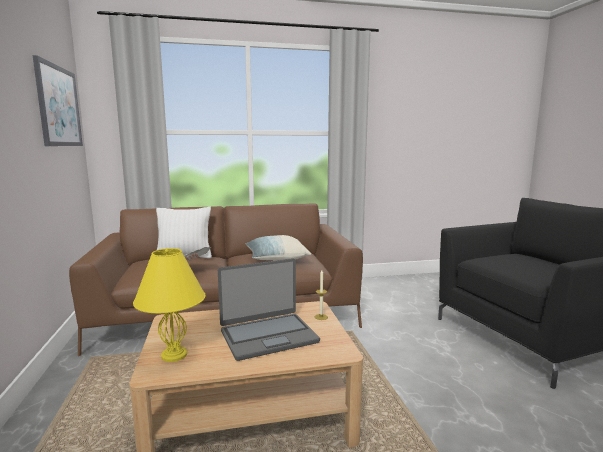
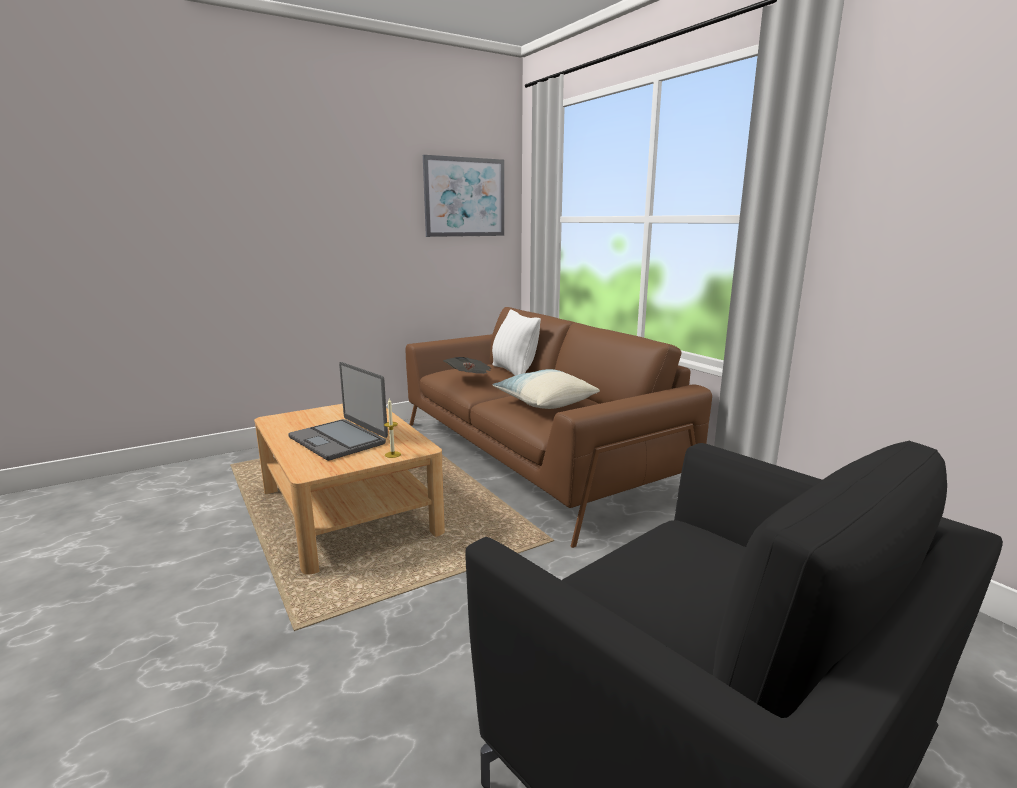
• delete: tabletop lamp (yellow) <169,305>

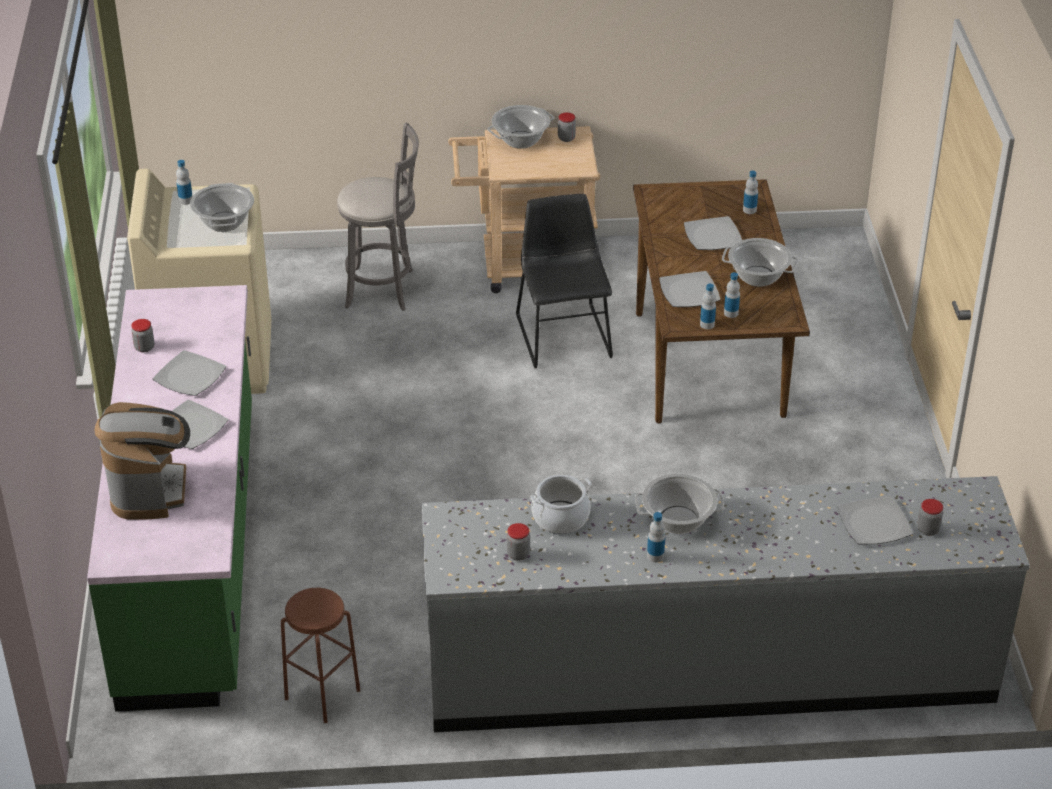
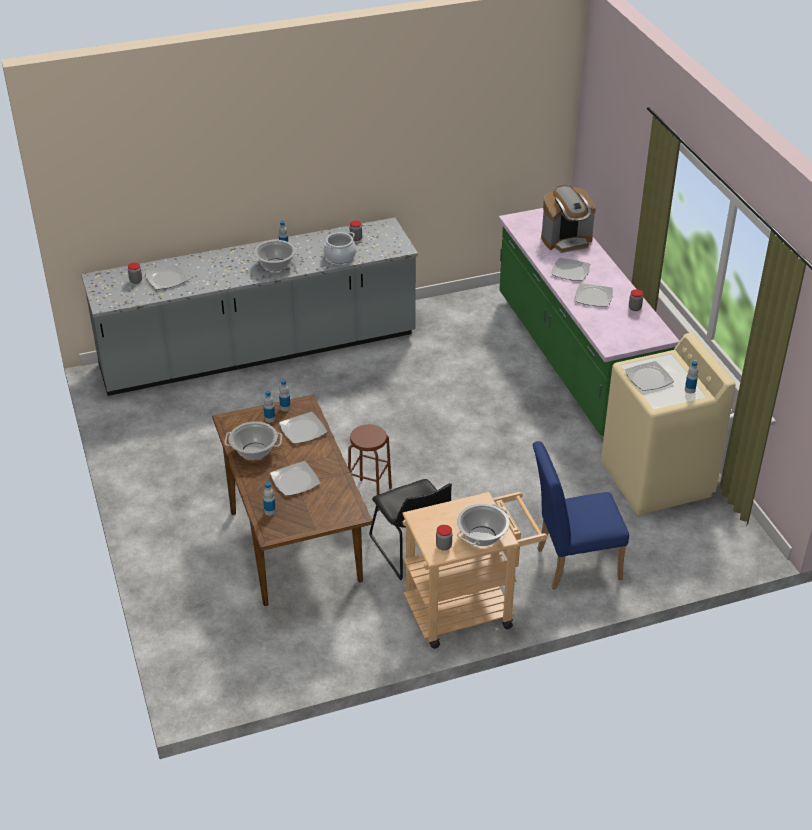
• rotate: coffee maker <142,461> = <568,219> 90 degrees counterclockwise
• replace: saucepot <222,207> to flat dish <649,376>
• move: stool seat (brown) <320,655> to <370,466>
• replace: stool seat (gray) <378,217> to plain chair (blue-coloured) <580,515>

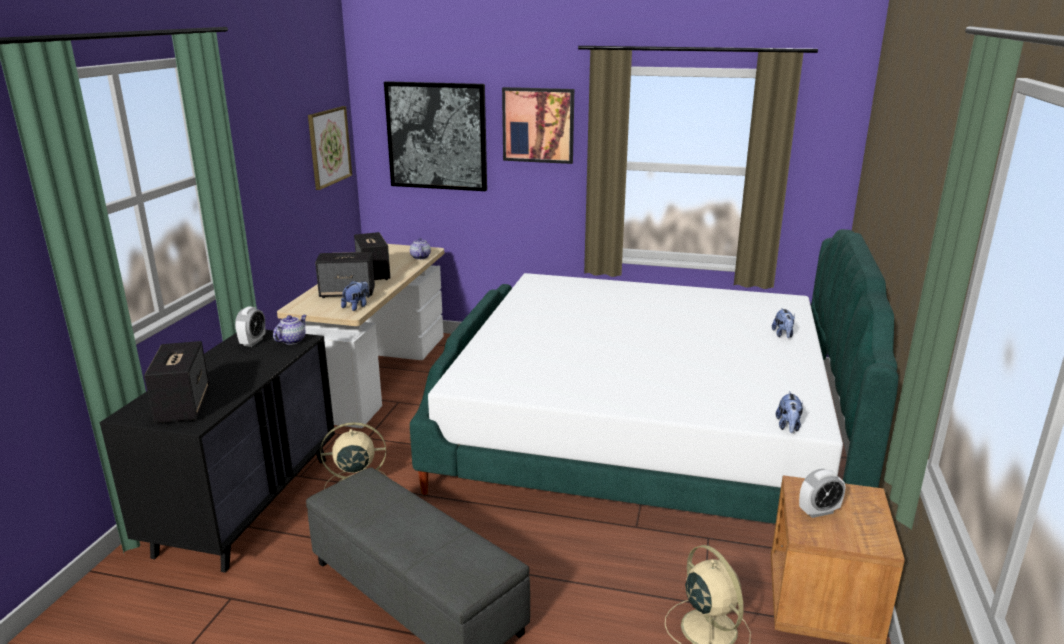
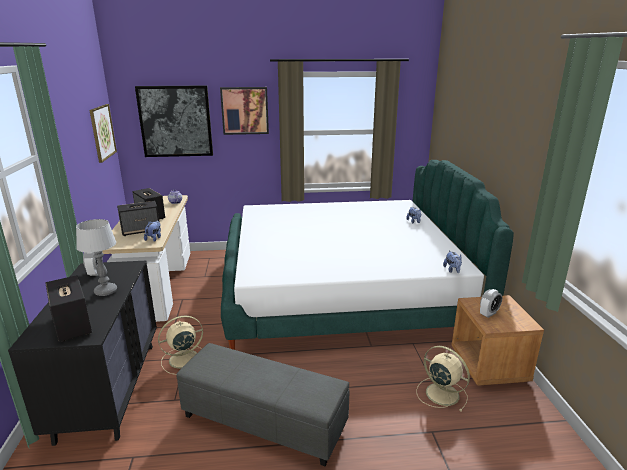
• delete: tea pot <290,330>
• insert: tabletop lamp <96,257>

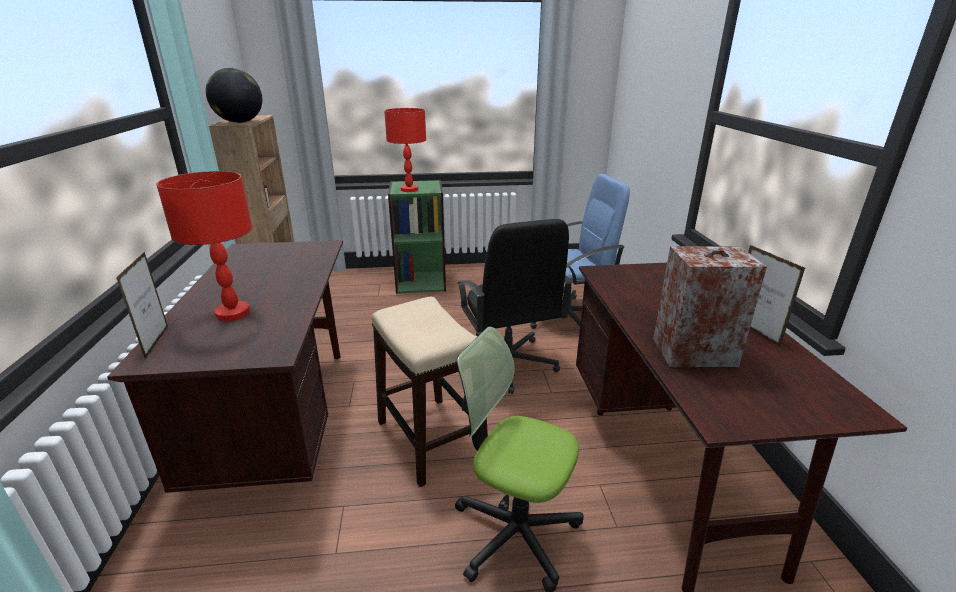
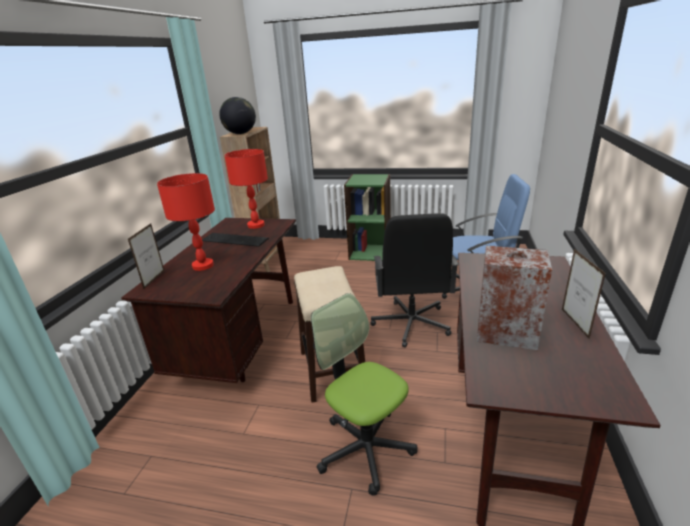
• move: tabletop lamp (reddish) <405,150> to <246,189>
• insert: computer keyboard <235,240>

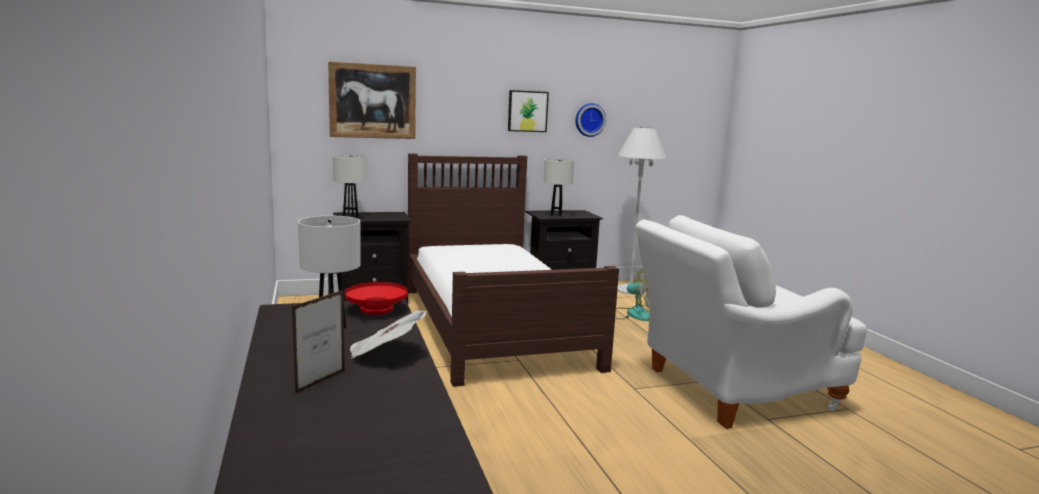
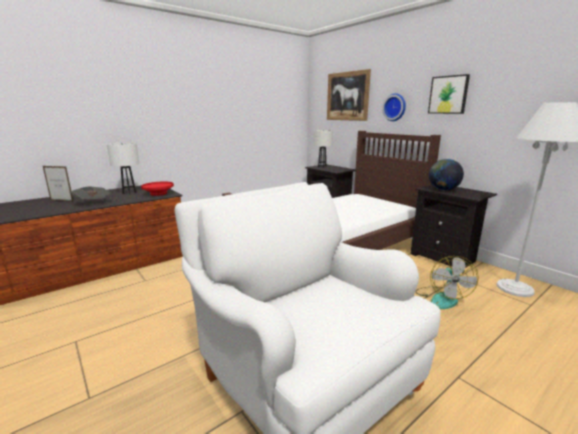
• replace: tabletop lamp (whitish) <559,187> to world globe <446,174>
• move: hanging clock <590,120> to <394,107>

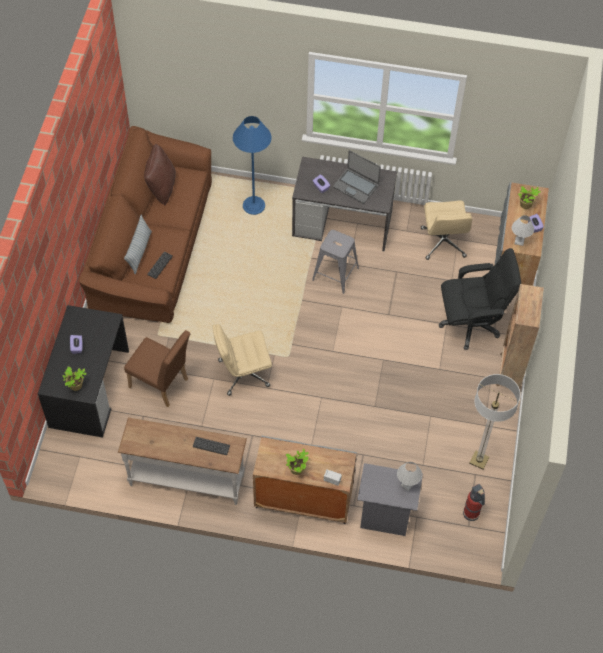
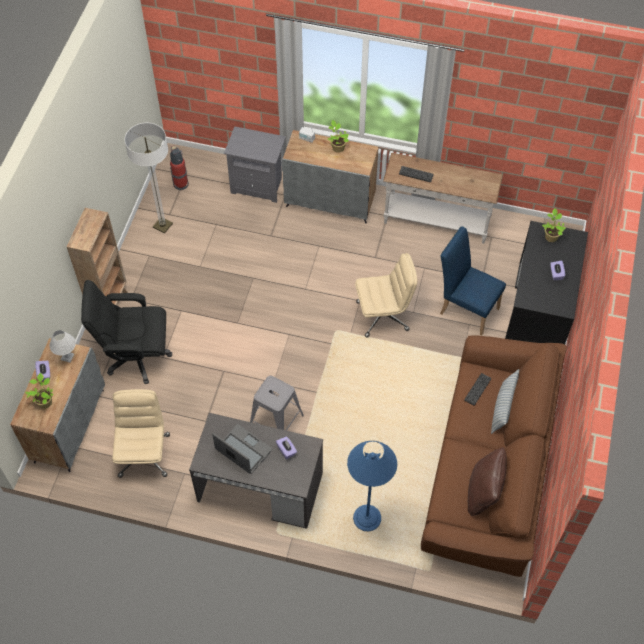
• recolor: plain chair (brown) <157,368> to plain chair (blue-coloured) <473,281>
• delete: tabletop lamp (whitish) <409,476>

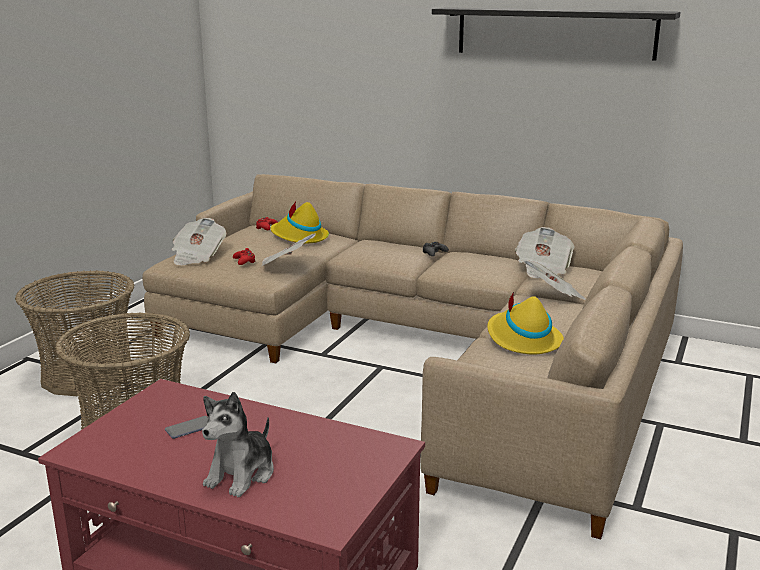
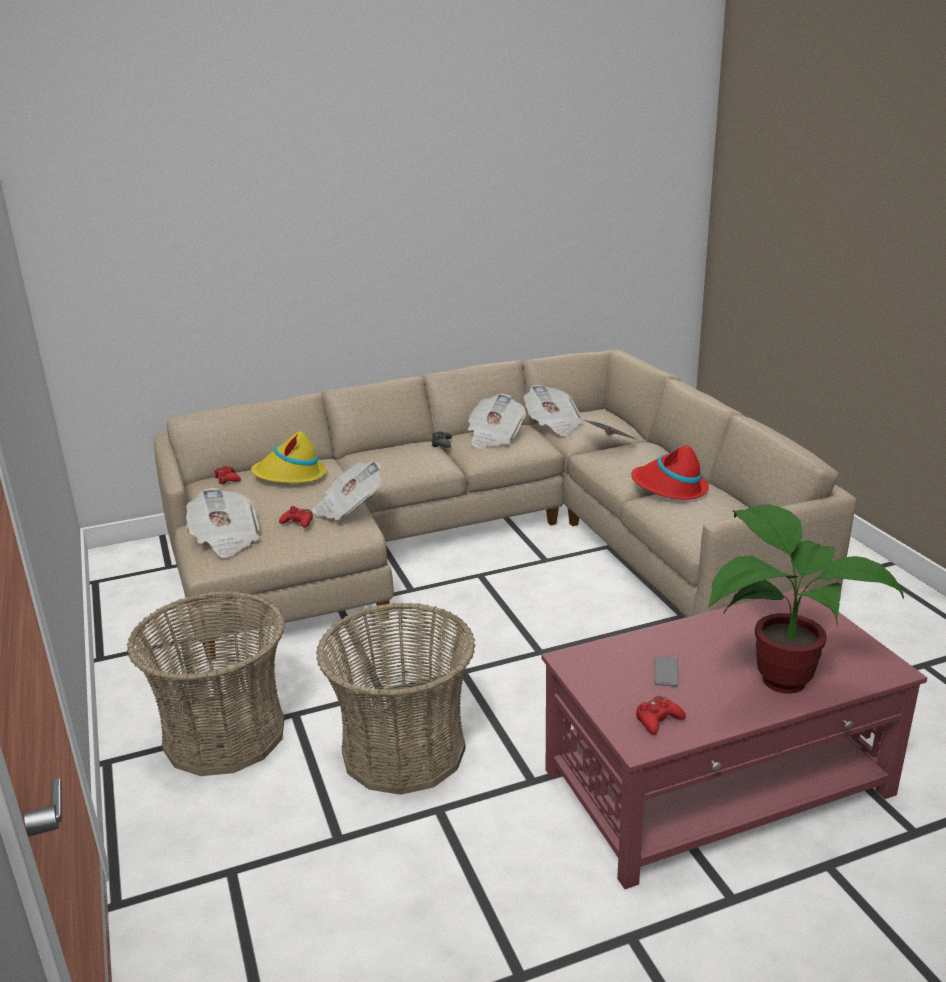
• replace: soft toy <238,444> to houseplant <806,599>
• delete: shelf (blackish) <556,34>
• recolor: wearable hat (yellow) <525,323> to wearable hat (reddish) <670,473>
• insert: printed paper <497,421>
• insert: game controller (reddish) <661,715>

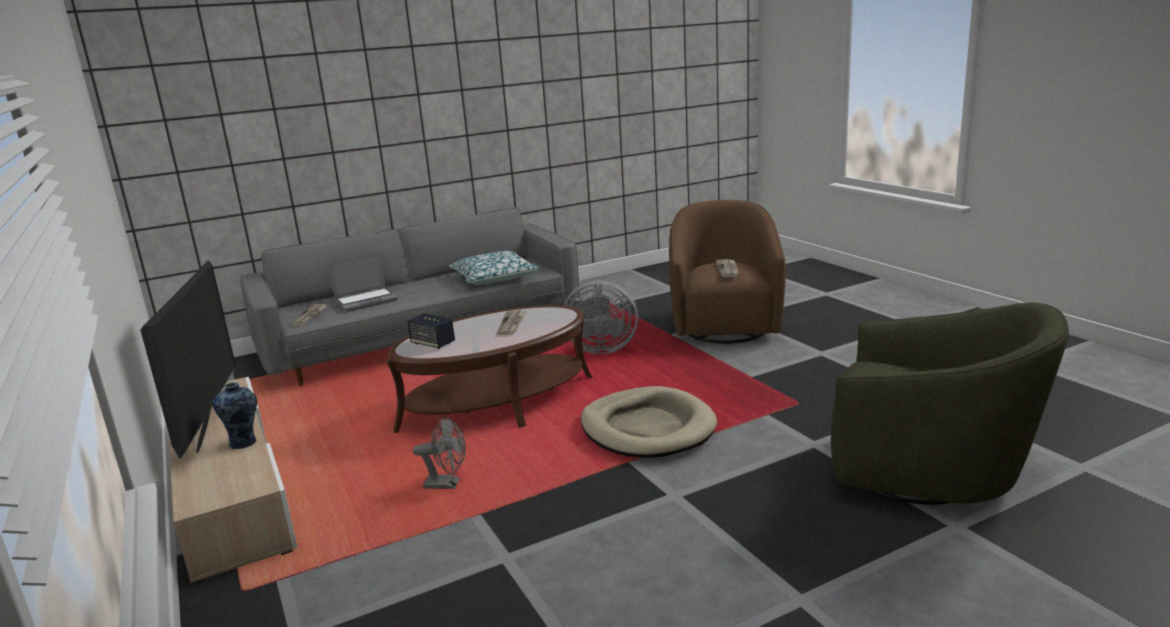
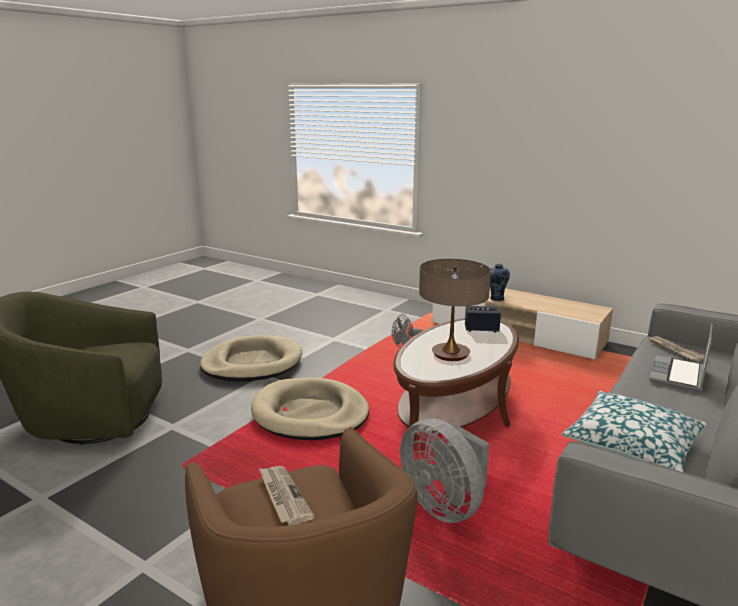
• delete: television <188,359>
• replace: printed paper <512,322> to tabletop lamp <455,310>
• rotate: fan (gray) <601,317> = <444,471> 105 degrees counterclockwise
• insert: pet bed (beige-coloured) <251,358>

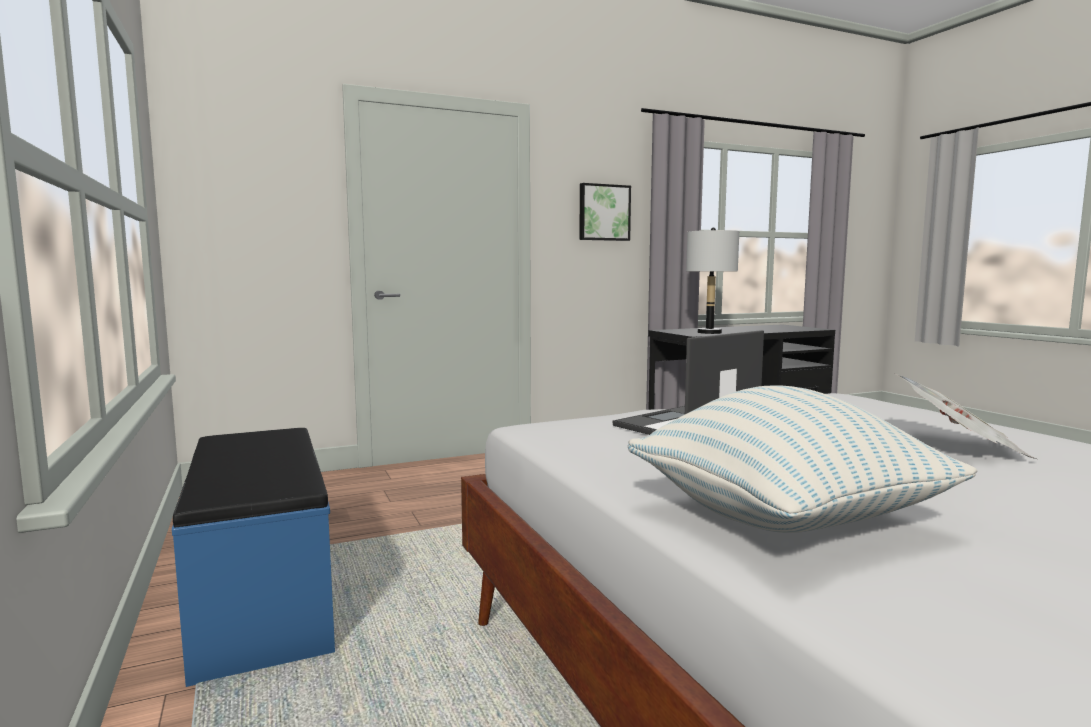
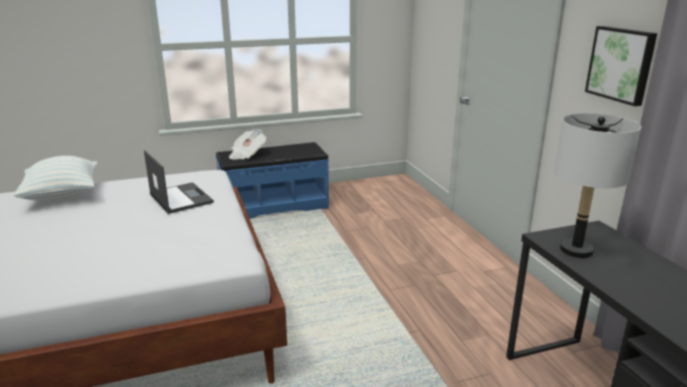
• move: printed paper <966,416> to <247,144>

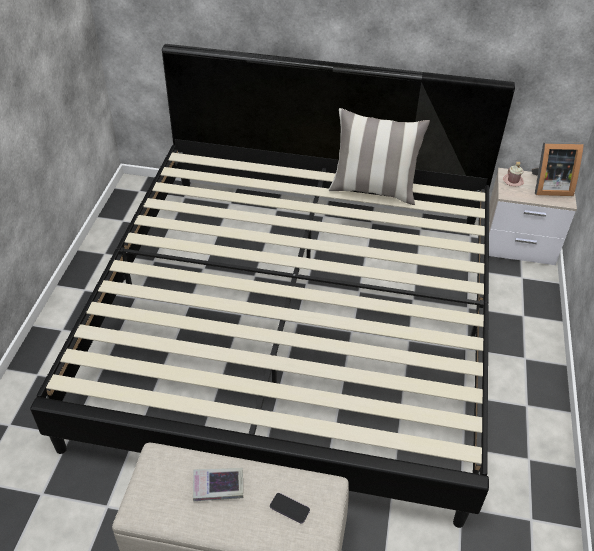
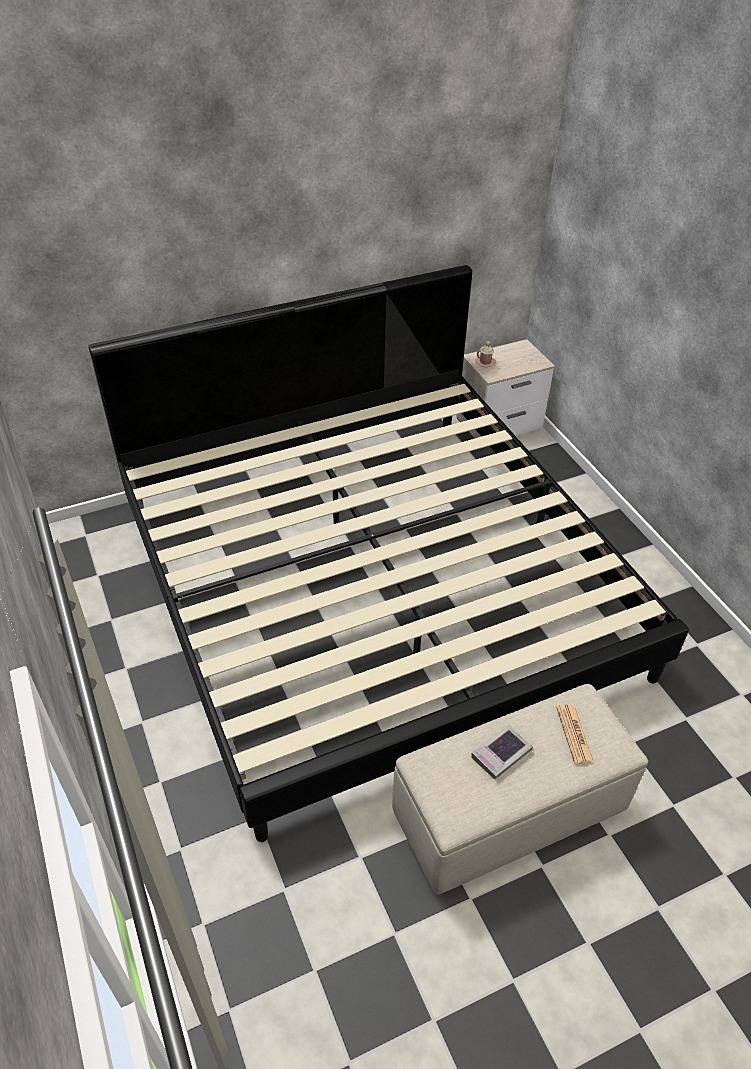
• replace: handset <290,508> to printed paper <575,734>
• delete: throw pillow <379,156>
• delete: picture frame <558,169>

